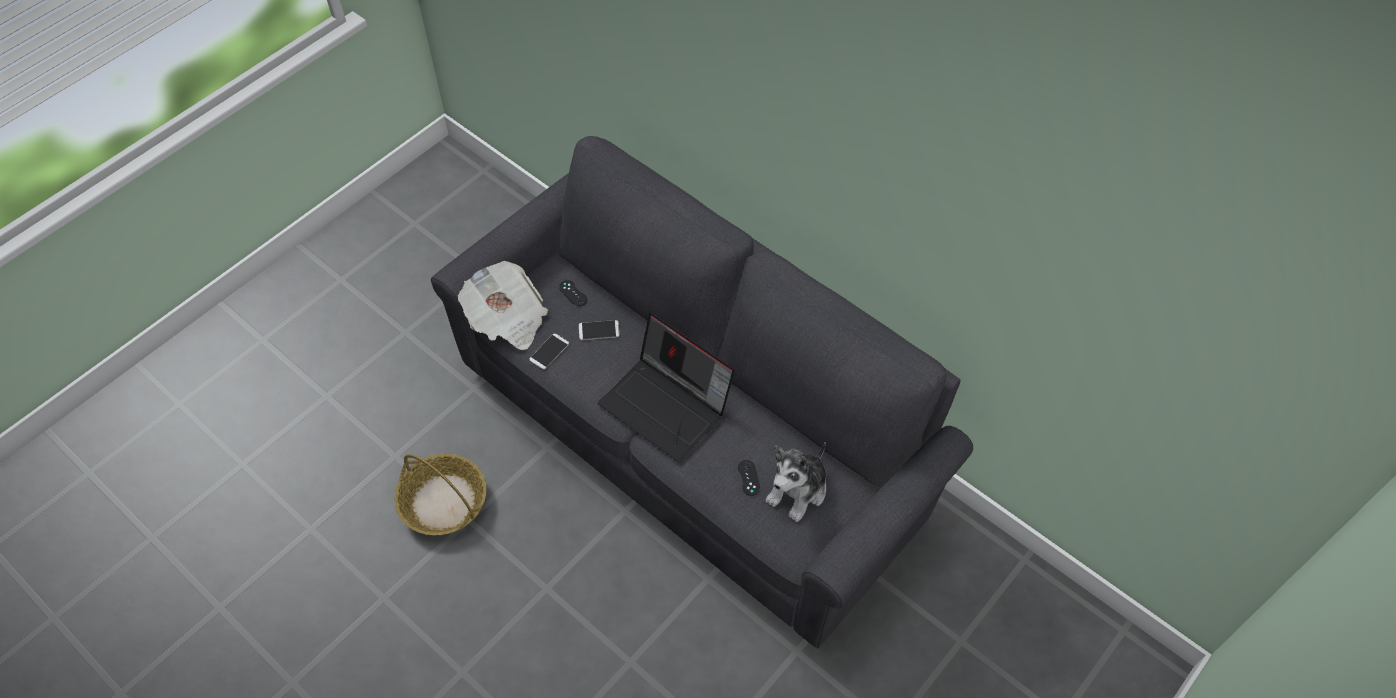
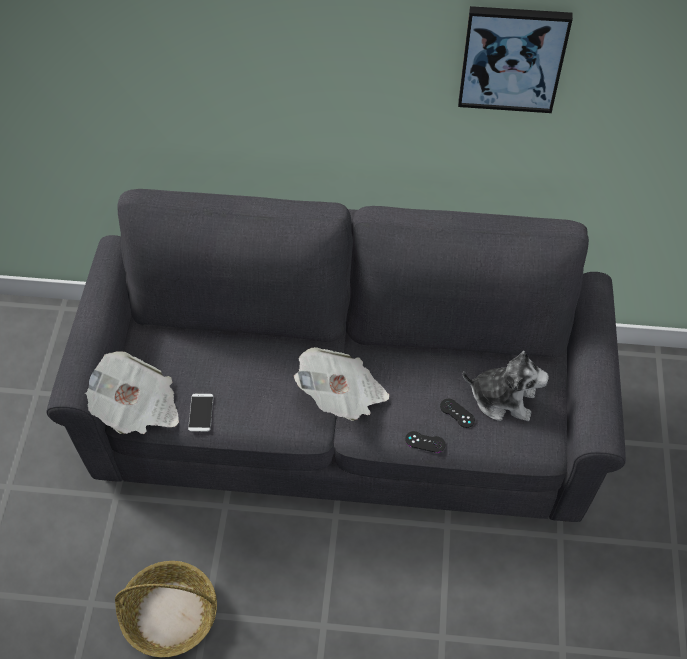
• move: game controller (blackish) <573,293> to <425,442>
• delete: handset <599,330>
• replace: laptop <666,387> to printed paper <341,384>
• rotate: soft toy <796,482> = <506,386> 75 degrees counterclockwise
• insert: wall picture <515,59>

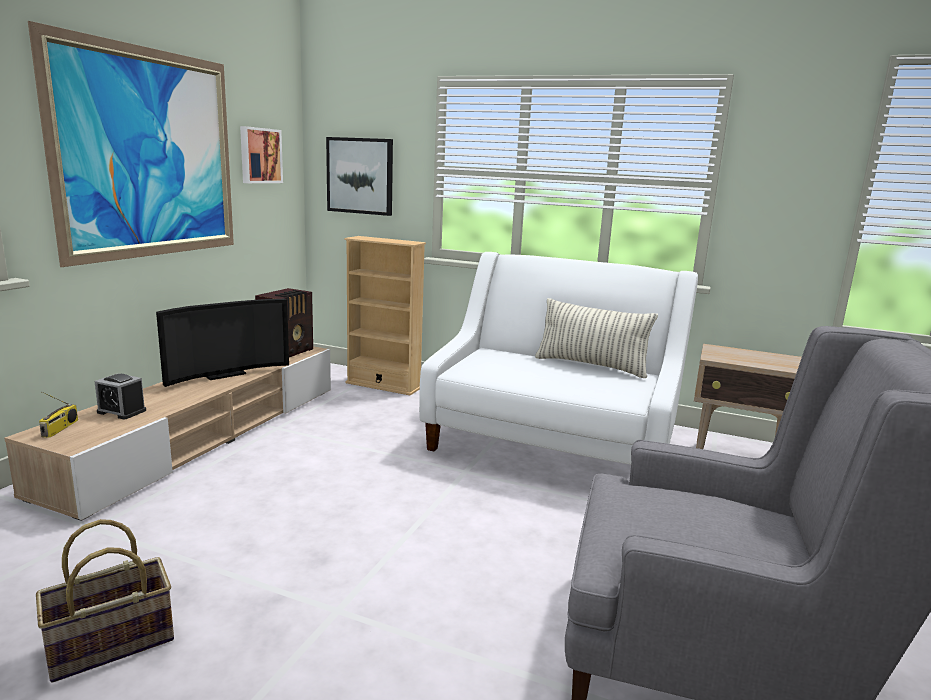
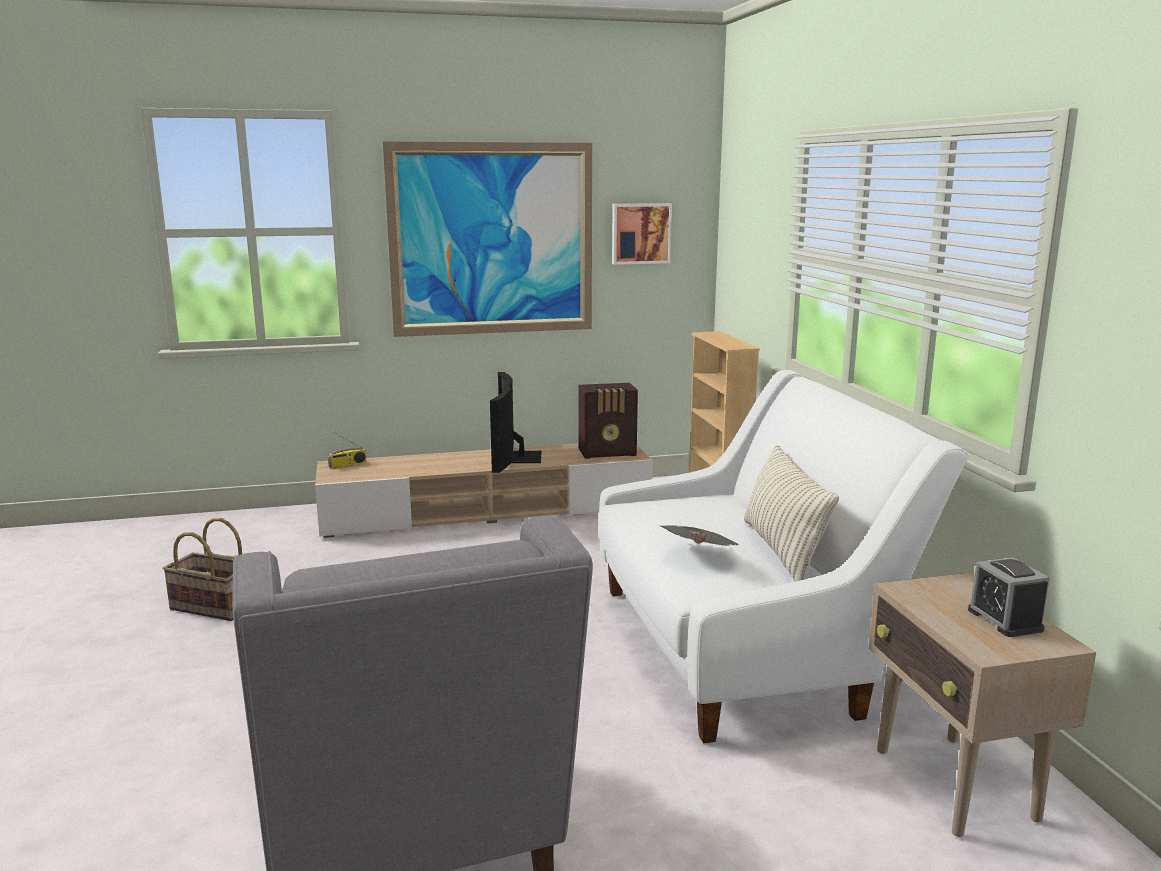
• move: alarm clock <120,396> to <1009,597>
• rotate: television <222,343> = <515,422> 75 degrees clockwise
• delete: wall picture <359,176>
• insert: printed paper <697,535>

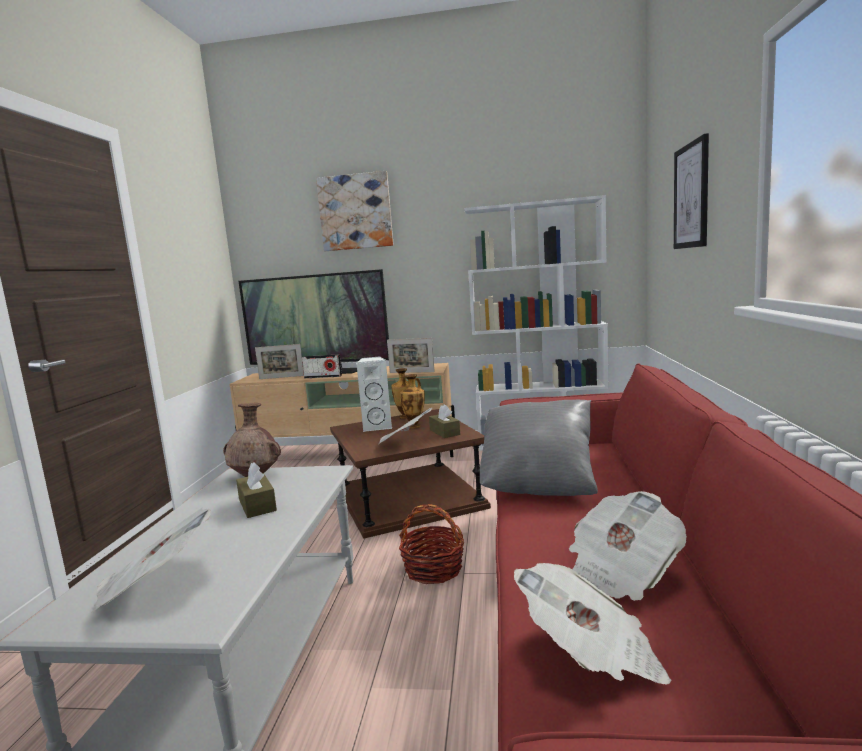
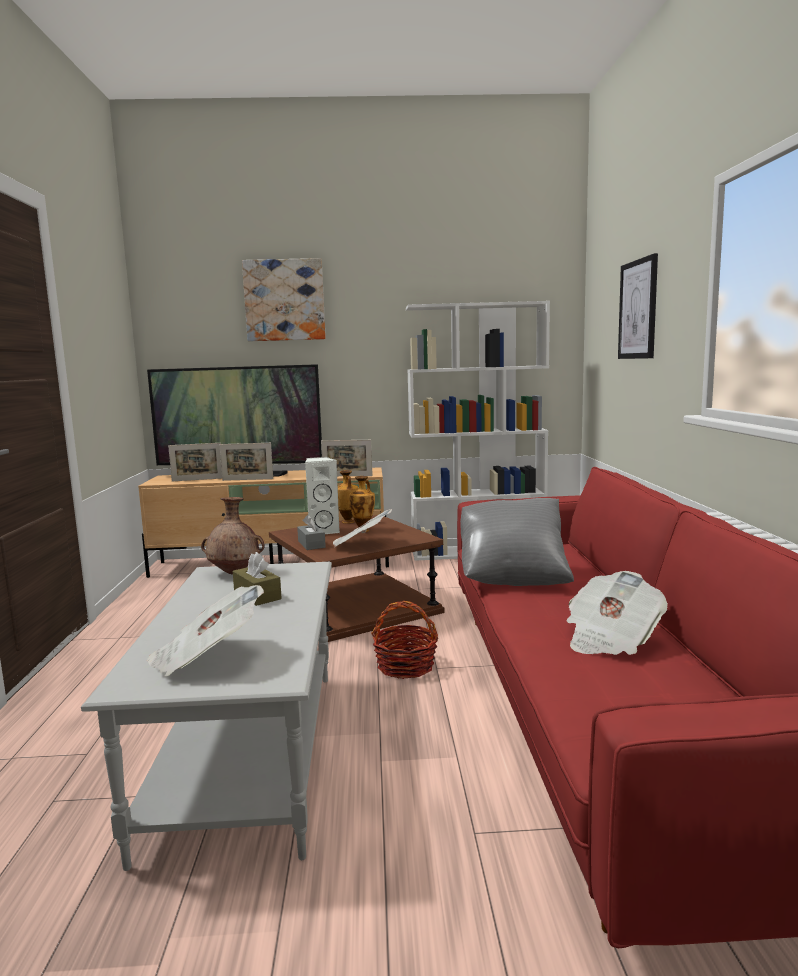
• replace: radio set <322,366> to picture frame <246,462>
• delete: tissue holder (brown) <444,421>
• delete: printed paper <593,624>
• insert: tissue holder (gray) <311,532>

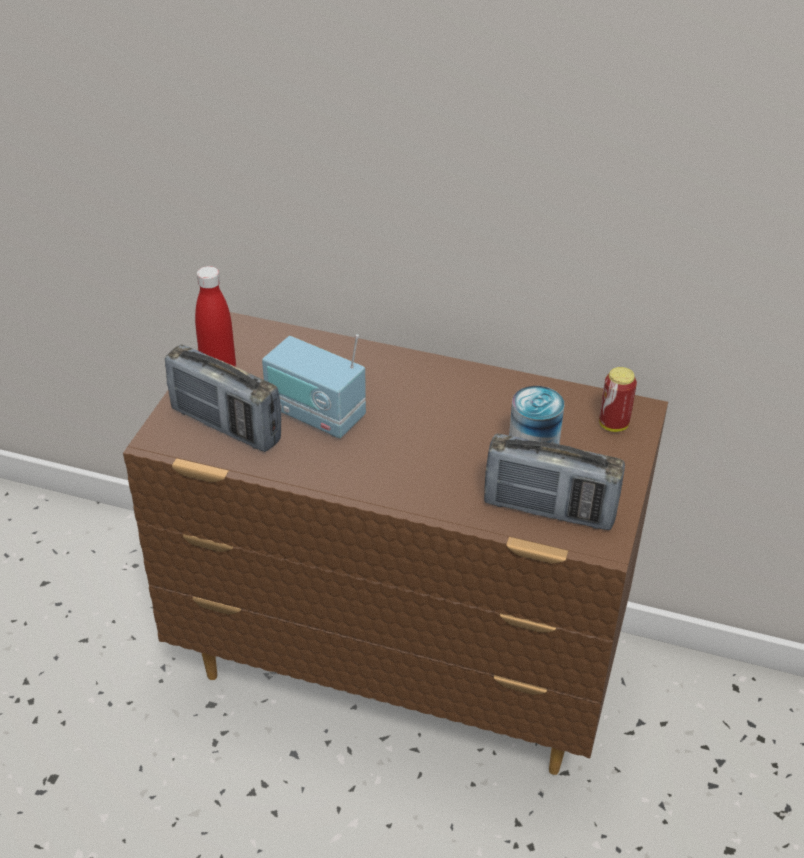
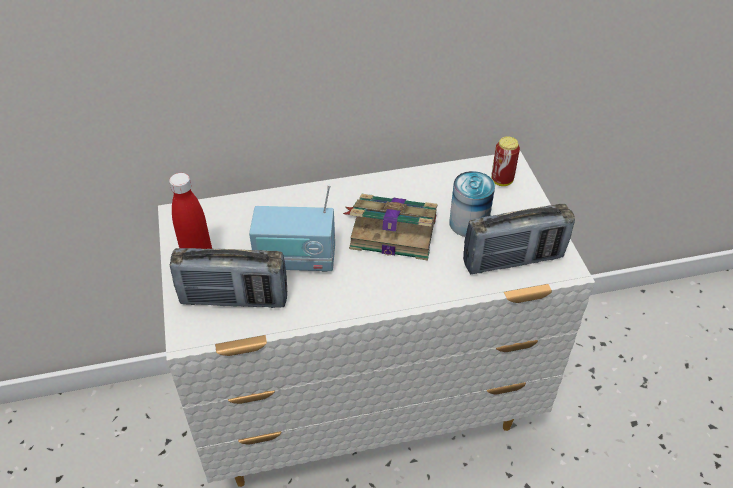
• recolor: drawer chest (brown) <395,543> to drawer chest (whitish) <376,319>
• insert: bound book <390,227>

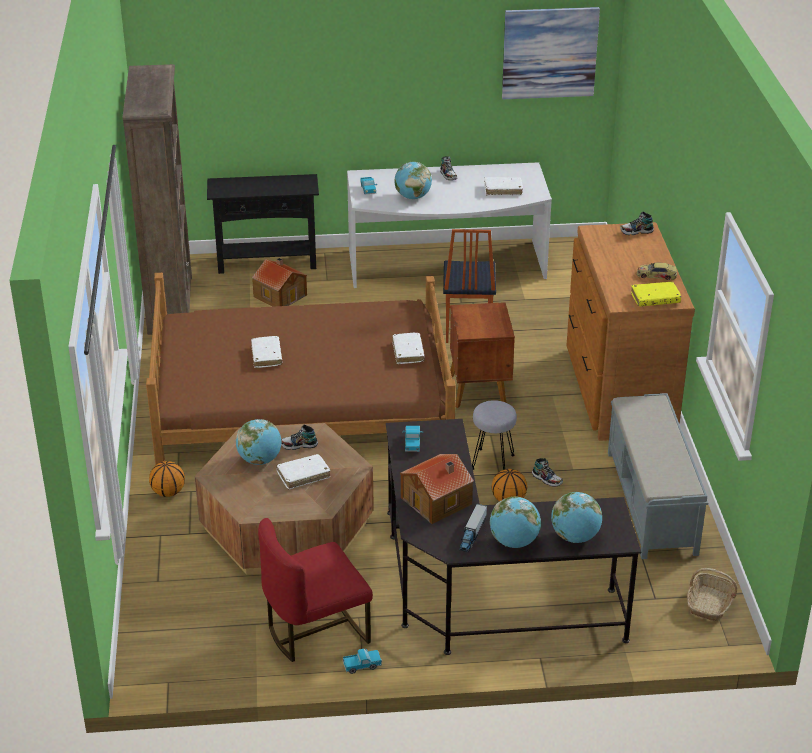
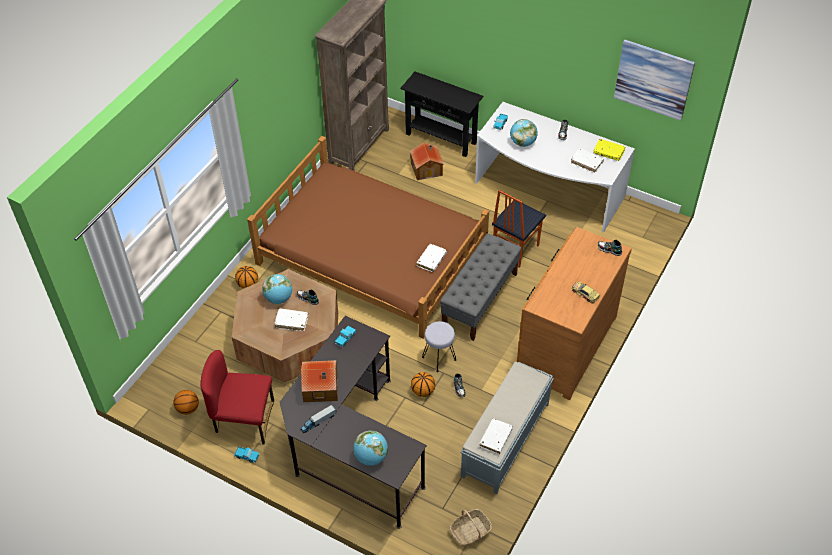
• move: bound book (whitish) <266,352> to <496,436>
• replace: bedside table (brown) <482,355> to indoor bench (gray) <481,287>
• delete: world globe <515,522>
• move: bound book (yellow) <656,294> to <609,150>
• insert: basketball <186,402>

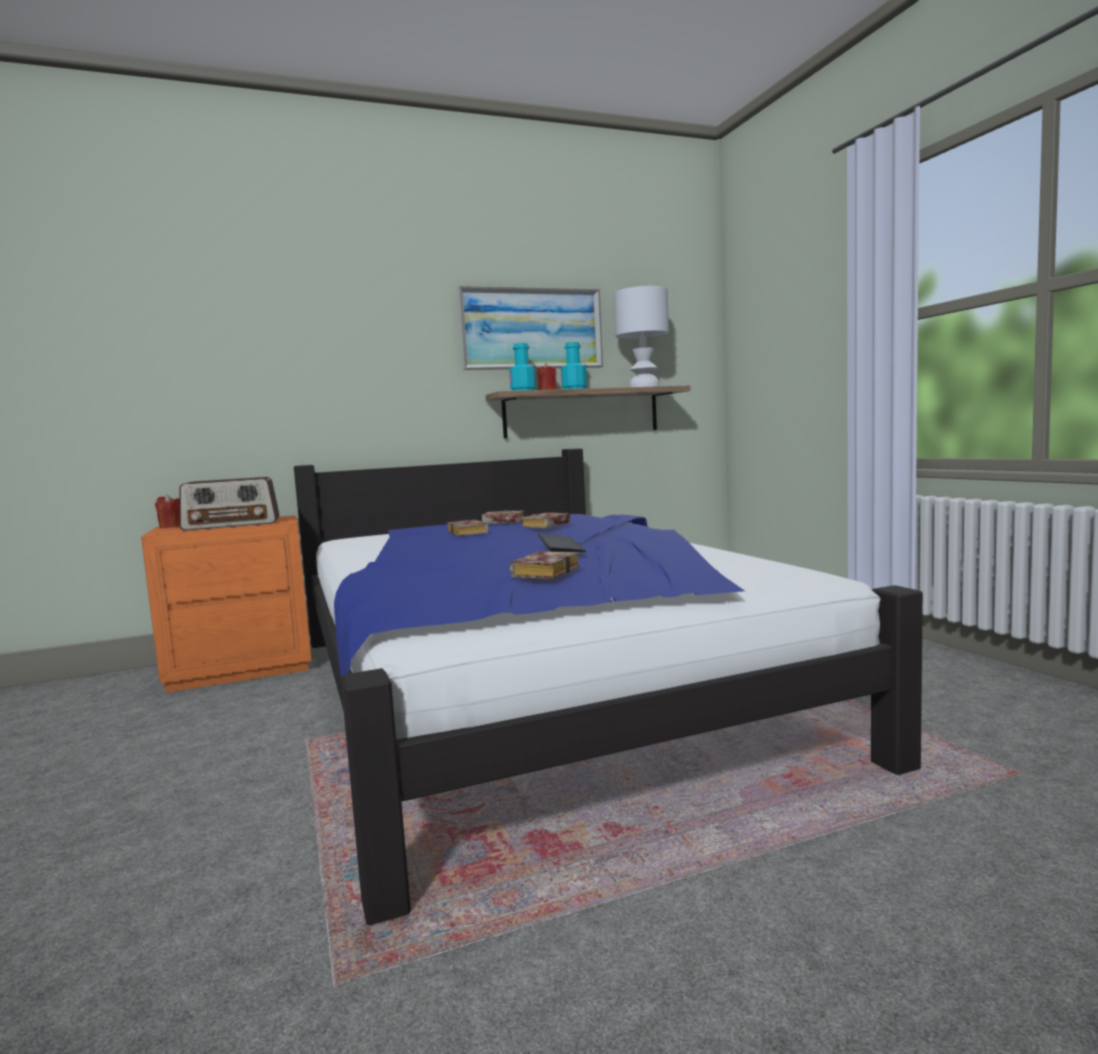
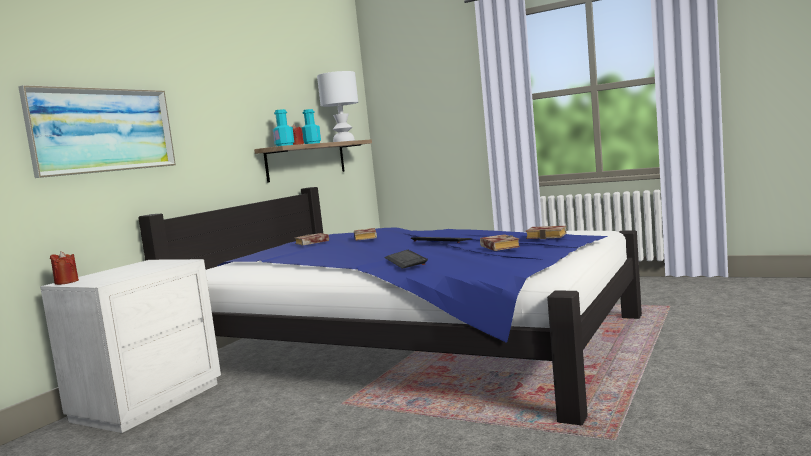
• recolor: bedside table (orangey) <226,604> to bedside table (whitish) <130,346>
• delete: radio set <230,504>
• move: bound book <467,528> to <546,232>
• move: wall picture <530,328> to <97,131>
• insert: computer keyboard <406,259>

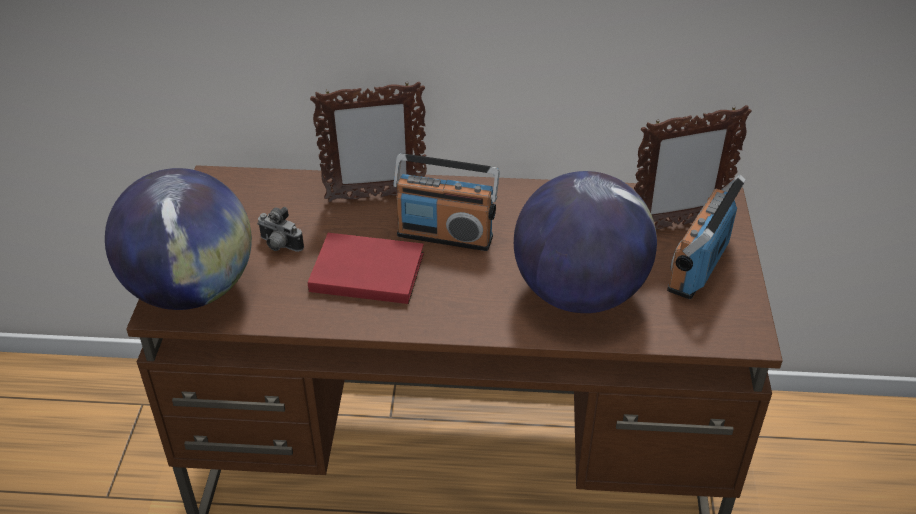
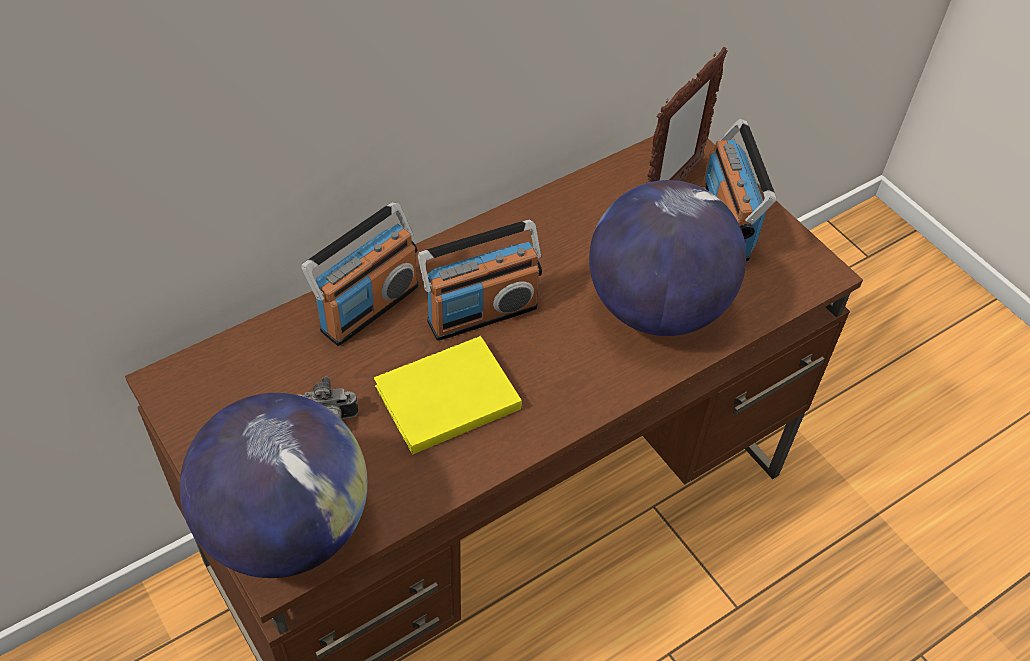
• recolor: bound book (reddish) <366,268> to bound book (yellow) <448,395>
• replace: picture frame <368,141> to radio set <360,274>

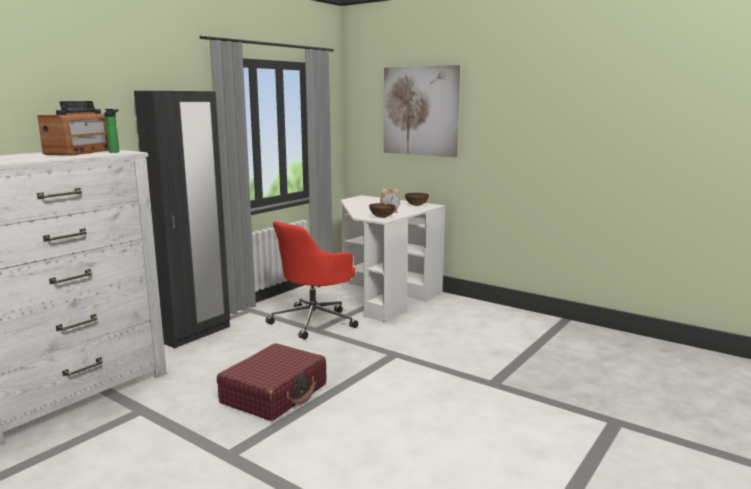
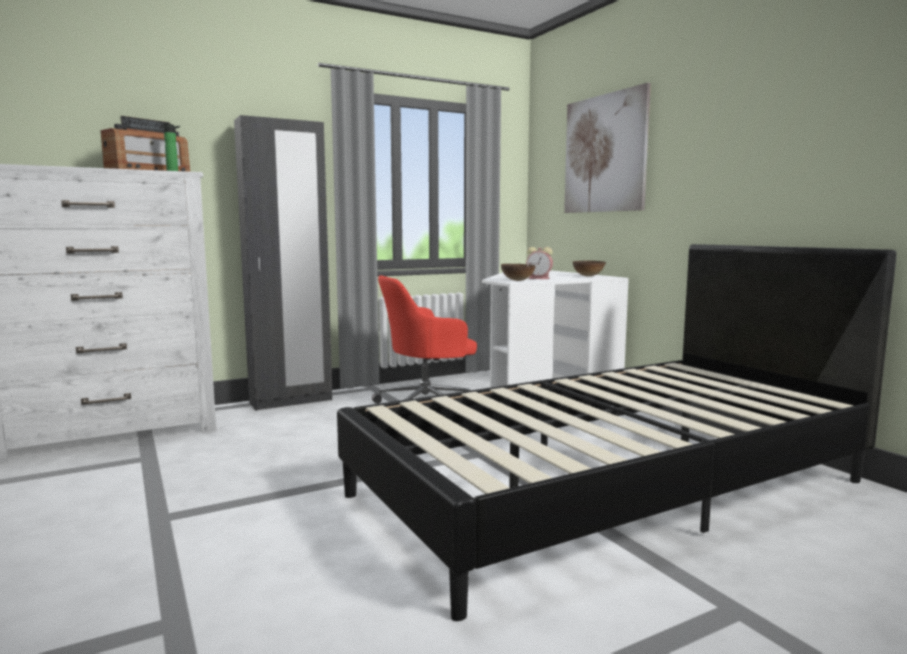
• delete: suitcase (reddish) <271,382>
• insert: bed (blackish) <617,432>

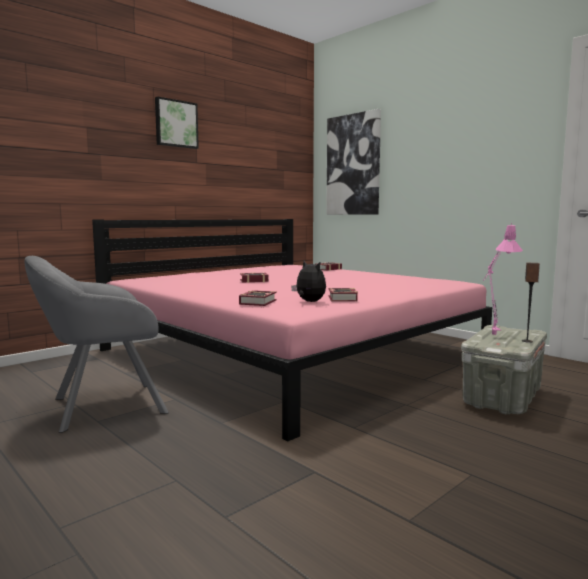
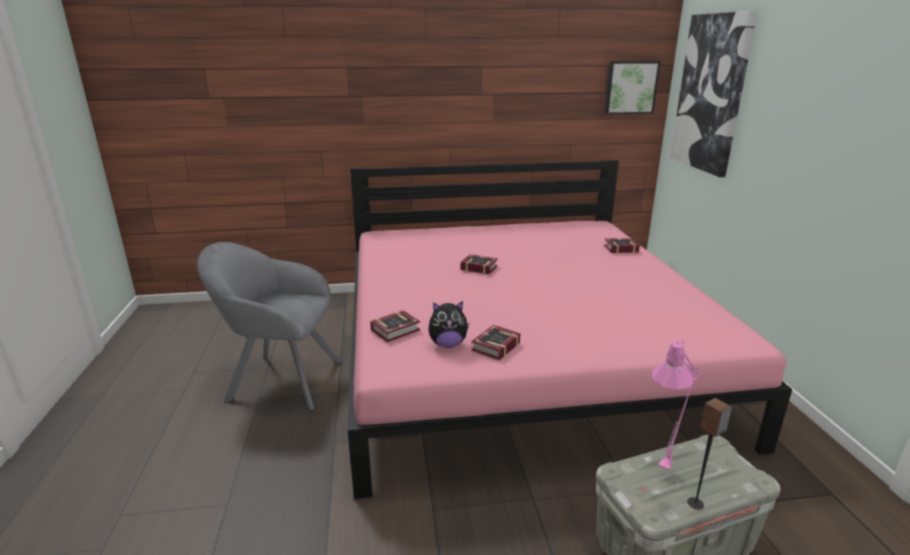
• move: wall picture <177,123> to <632,88>
• rotate: soft toy <308,281> = <448,324> 90 degrees clockwise

